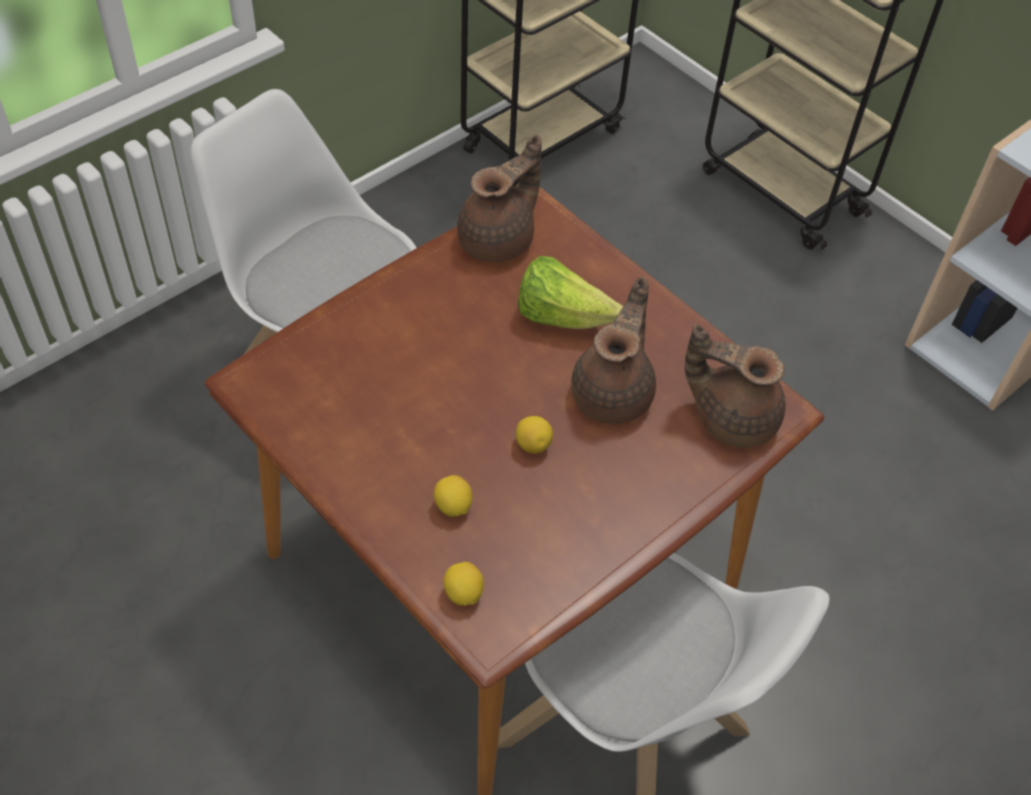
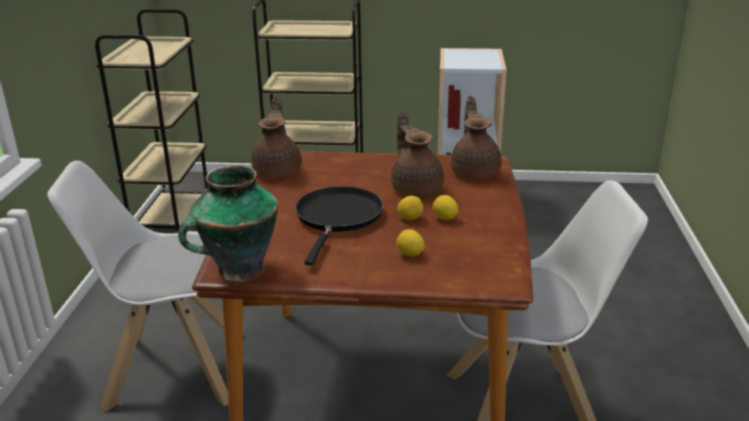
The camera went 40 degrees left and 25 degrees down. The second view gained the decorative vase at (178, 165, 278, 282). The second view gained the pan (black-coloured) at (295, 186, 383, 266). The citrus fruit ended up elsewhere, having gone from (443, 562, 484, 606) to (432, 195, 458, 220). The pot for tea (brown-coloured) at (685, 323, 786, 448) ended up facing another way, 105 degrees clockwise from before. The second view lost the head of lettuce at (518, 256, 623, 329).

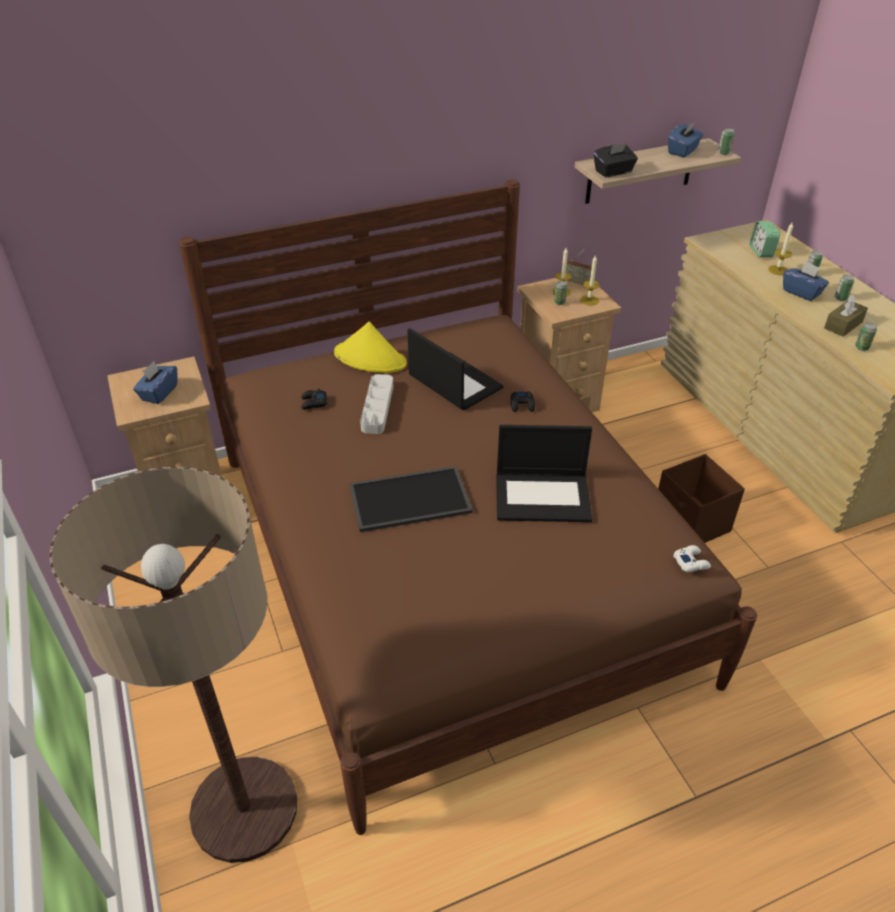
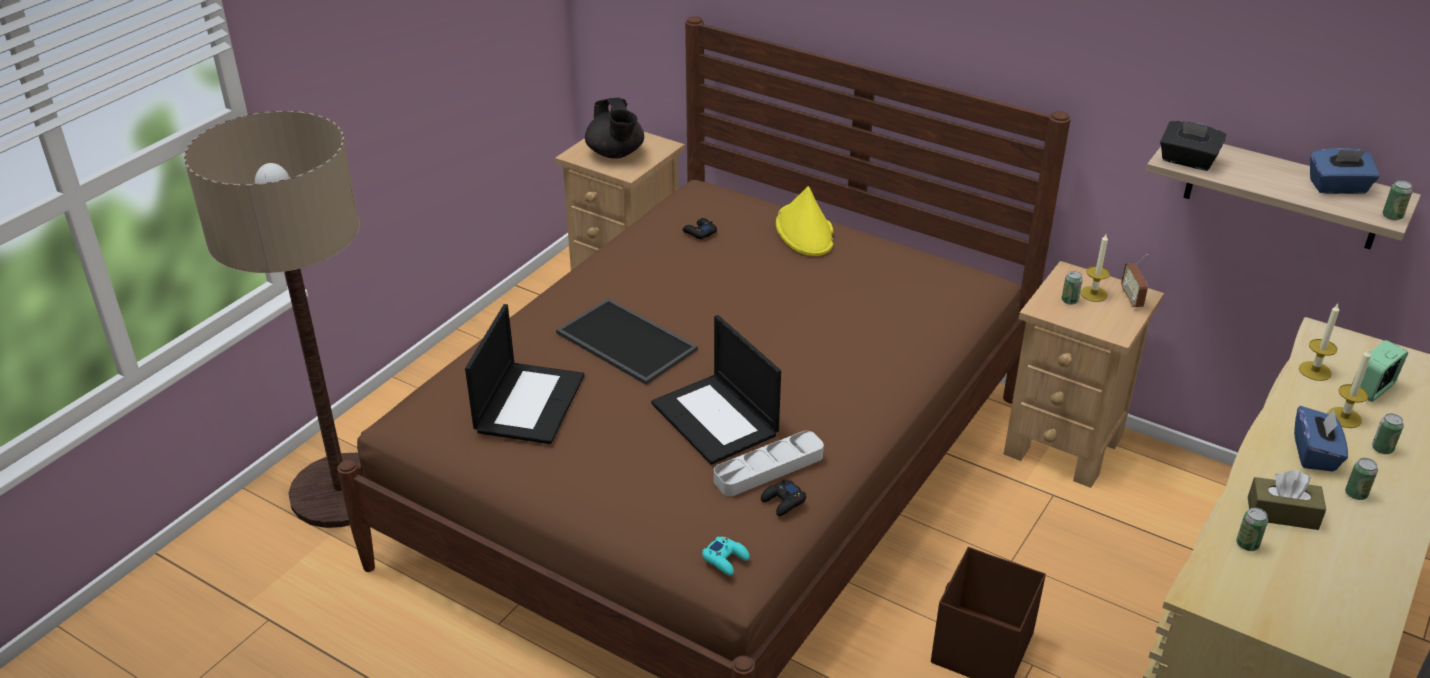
The camera went 55 degrees right and 5 degrees down. The portable computer ended up elsewhere, having gone from (407, 328, 503, 410) to (465, 304, 584, 444). Where the box of tissues (blue-coloured) stood at (133, 361, 178, 404), the pot for tea (black-coloured) came to stand at (585, 98, 644, 159). What was the joypad (white) at (673, 545, 711, 572) turned into the joypad (turquoise) at (702, 537, 750, 576). The carrying tray (gray) ended up elsewhere, having gone from (360, 374, 393, 434) to (714, 431, 824, 496). The joypad (black-coloured) ended up elsewhere, having gone from (511, 392, 535, 412) to (761, 479, 806, 516). The wax candle ended up elsewhere, having gone from (580, 256, 600, 305) to (1299, 304, 1339, 381).

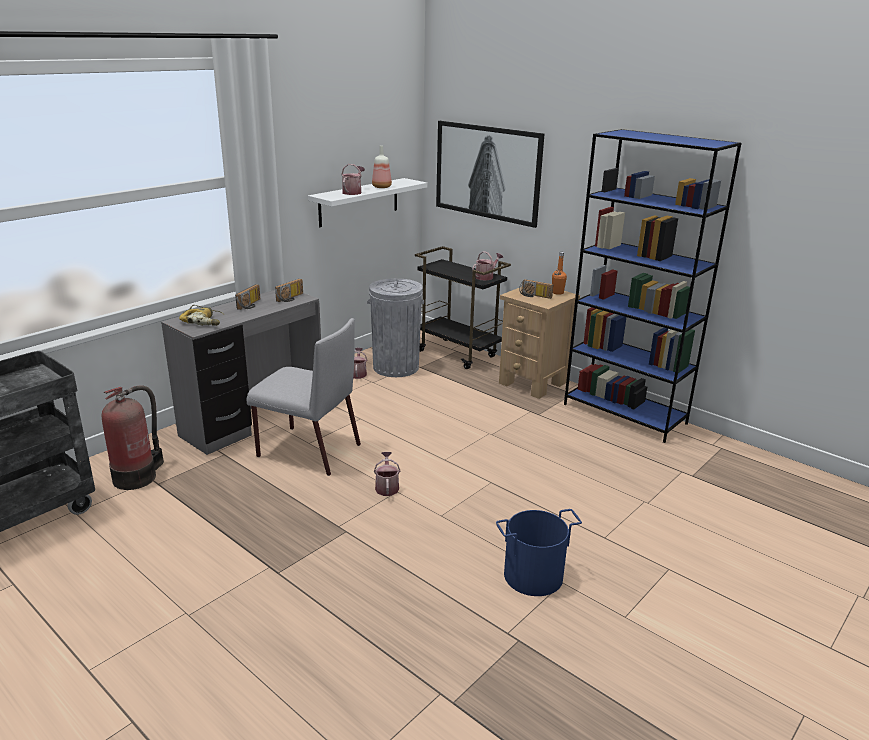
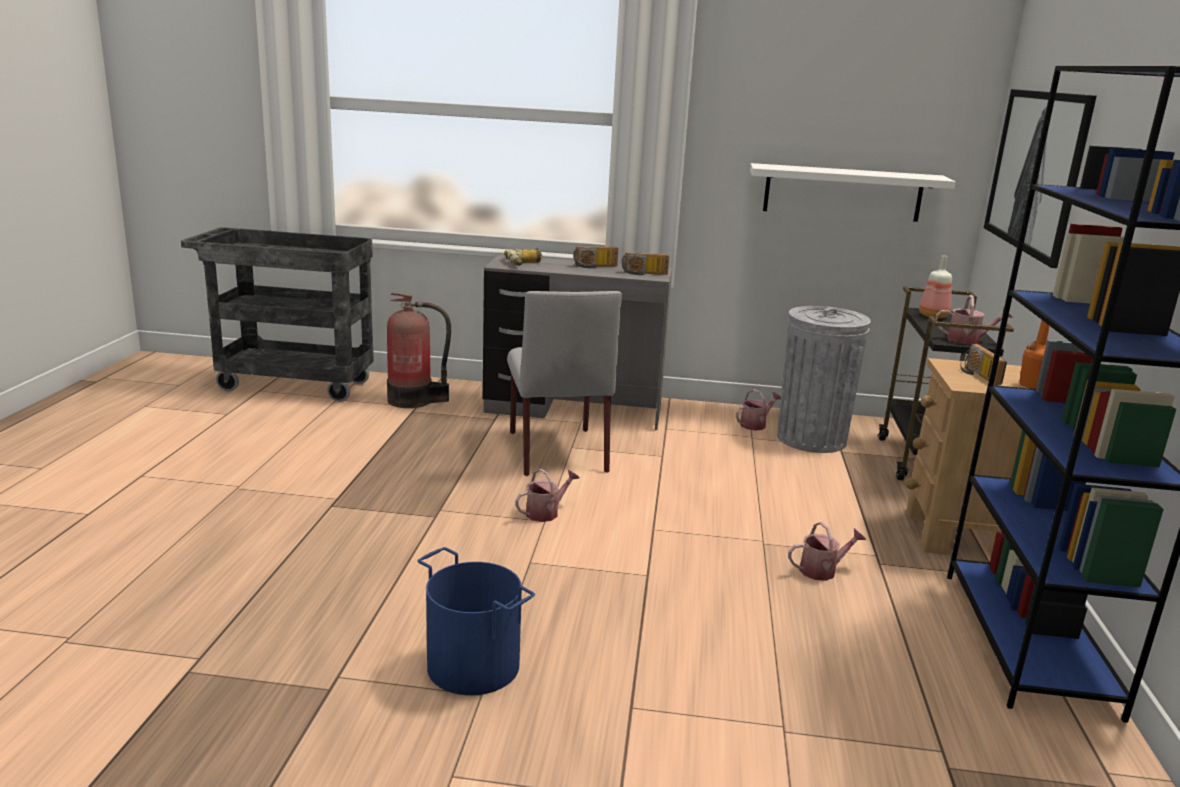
The camera went 55 degrees right and 5 degrees down. The sprinkling can ended up elsewhere, having gone from (341, 164, 365, 195) to (788, 522, 866, 581). The beverage bottle ended up elsewhere, having gone from (372, 145, 392, 188) to (919, 255, 952, 318).

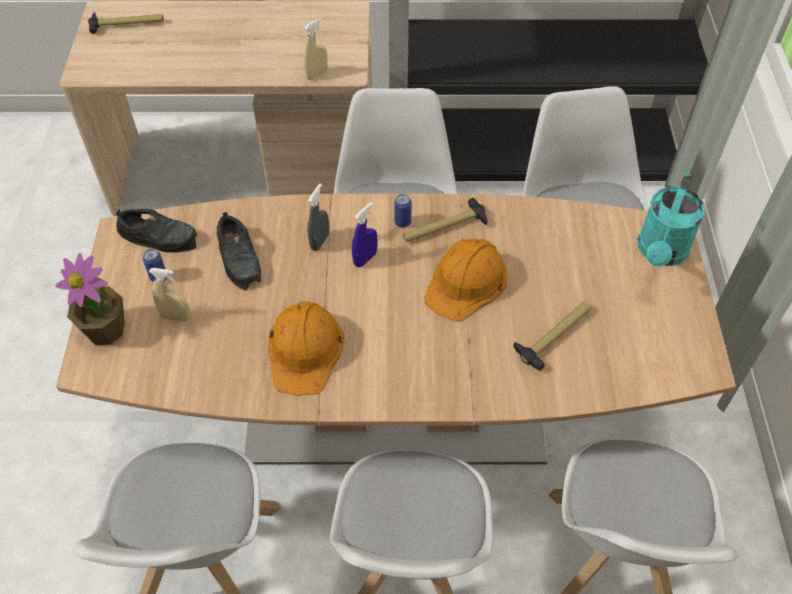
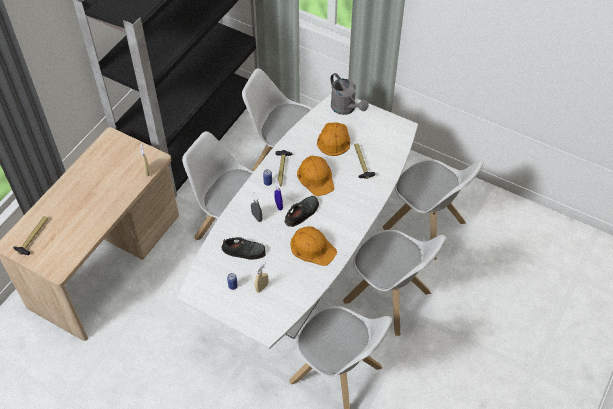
The camera went 60 degrees left and 0 degrees up. What was the dinner table (brown-coloured) at (56, 194, 736, 465) turned into the dinner table (white) at (177, 94, 418, 349). The item of footwear (black-coloured) ended up elsewhere, having gone from (116, 208, 197, 253) to (285, 196, 319, 227). The second view gained the work helmet (orange-coloured) at (317, 123, 350, 156). What was the sprinkling can (turquoise) at (638, 172, 705, 266) turned into the sprinkling can (gray) at (330, 73, 368, 115). The second view lost the houseplant at (55, 253, 125, 345).

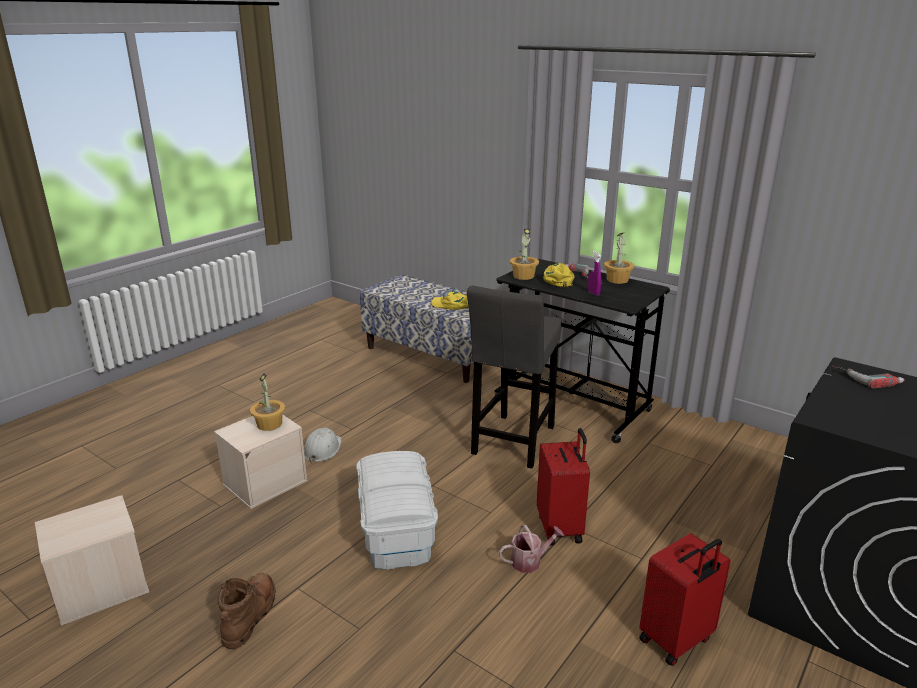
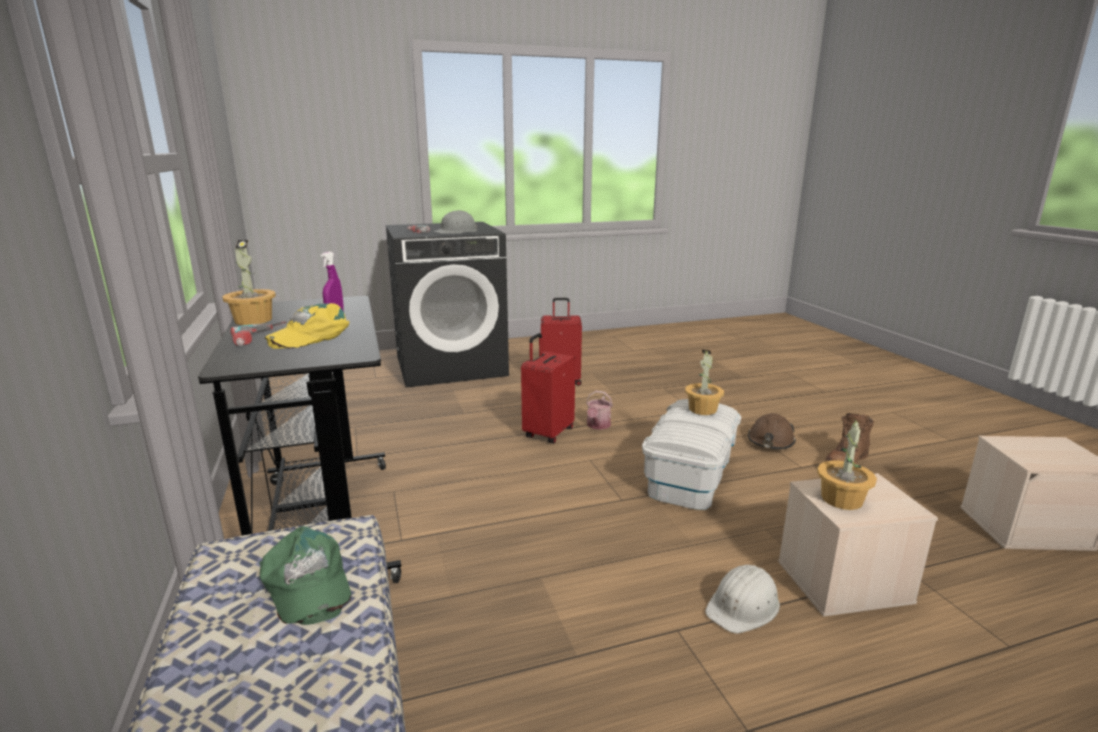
The camera went 145 degrees left and 5 degrees down. What was the baseball cap (yellow) at (431, 291, 469, 310) turned into the baseball cap (green-coloured) at (259, 526, 351, 625). The second view gained the work helmet (gray) at (433, 210, 477, 234). The sprinkling can at (499, 525, 564, 573) ended up facing another way, 90 degrees counterclockwise from before. The houseplant ended up elsewhere, having gone from (510, 229, 539, 280) to (685, 350, 724, 415). The second view gained the work helmet (brown-coloured) at (748, 413, 796, 449). The second view lost the stool (gray) at (467, 286, 562, 469).

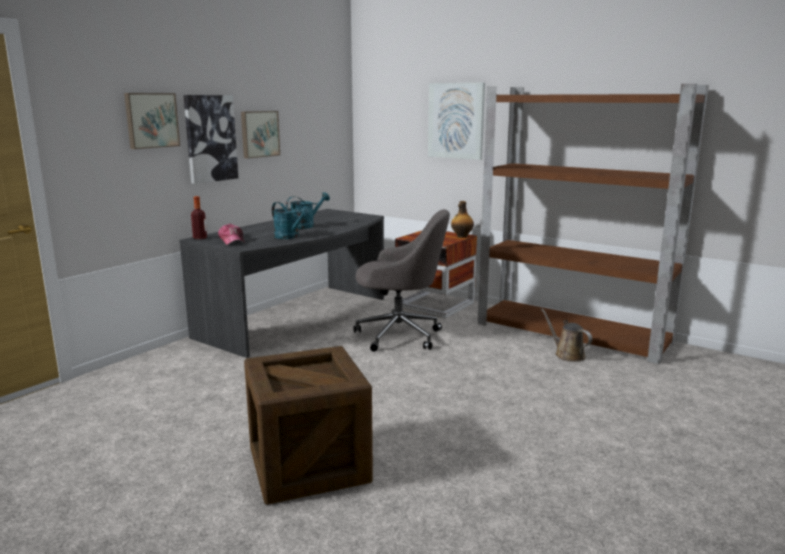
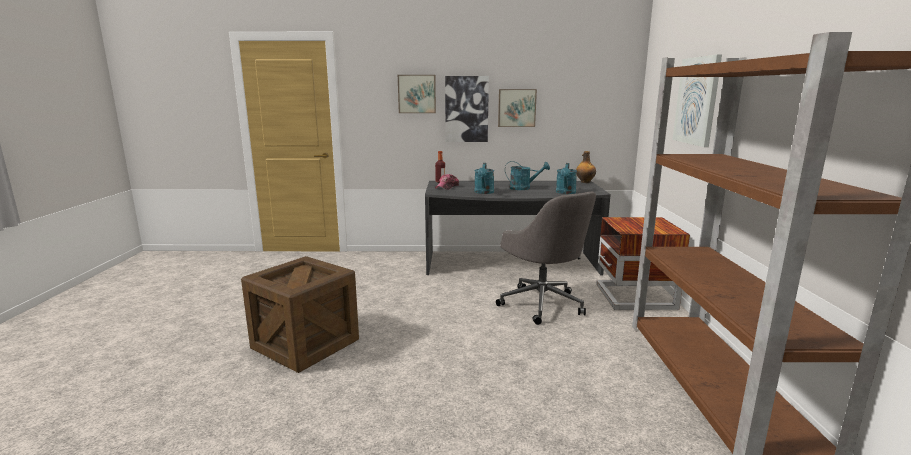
The camera went 55 degrees right and 0 degrees up. The second view gained the sprinkling can (turquoise) at (556, 163, 577, 194). The beverage bottle ended up elsewhere, having gone from (451, 201, 474, 238) to (576, 151, 596, 183). The second view lost the sprinkling can (brown-coloured) at (541, 309, 592, 362).

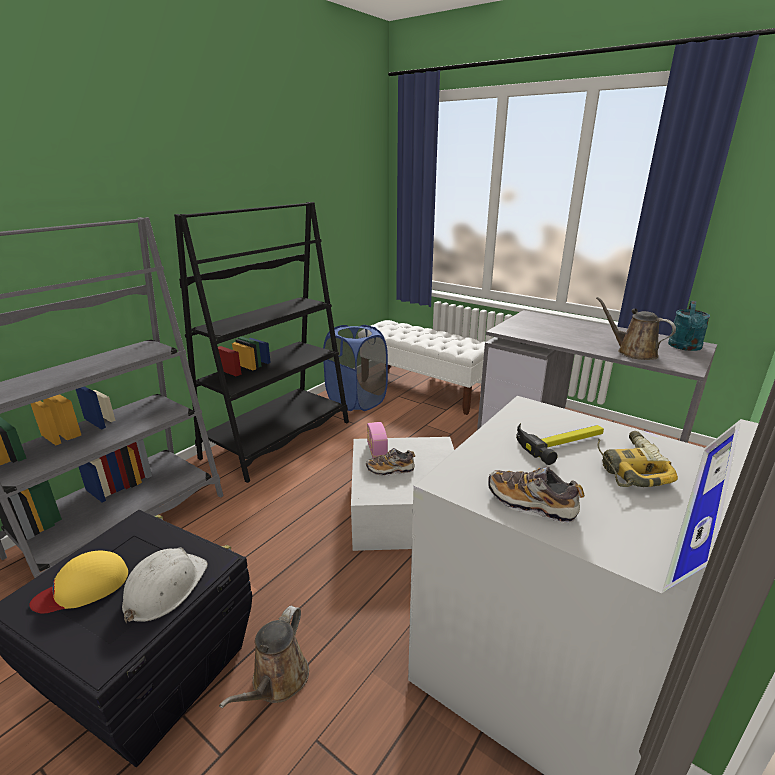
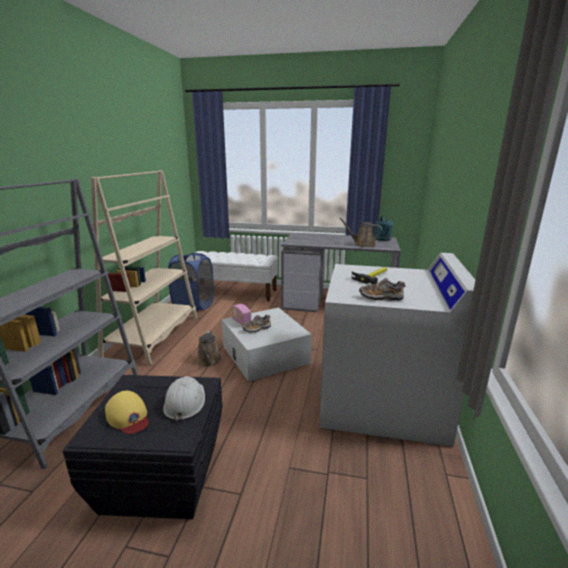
The camera went 25 degrees left and 5 degrees down. What was the shelving unit (black-coloured) at (174, 202, 349, 483) turned into the shelving unit (beige-coloured) at (91, 170, 197, 365). The baseball cap (yellow) at (30, 551, 128, 614) ended up facing another way, 75 degrees counterclockwise from before. The sprinkling can (brown-coloured) ended up elsewhere, having gone from (219, 606, 309, 708) to (197, 331, 222, 367). The second view lost the power drill at (598, 431, 678, 487).

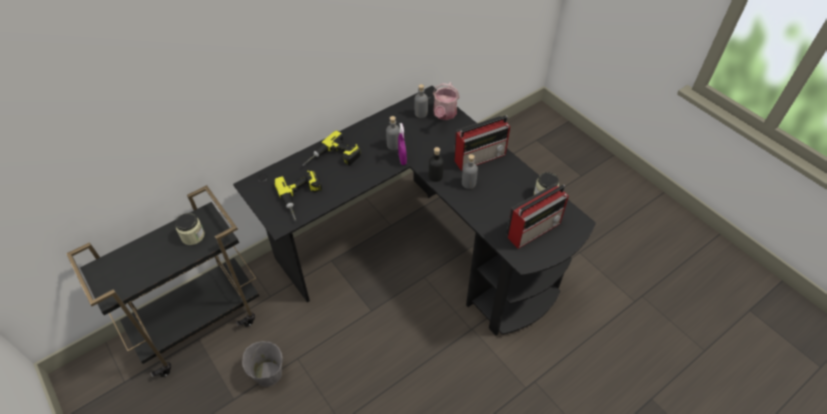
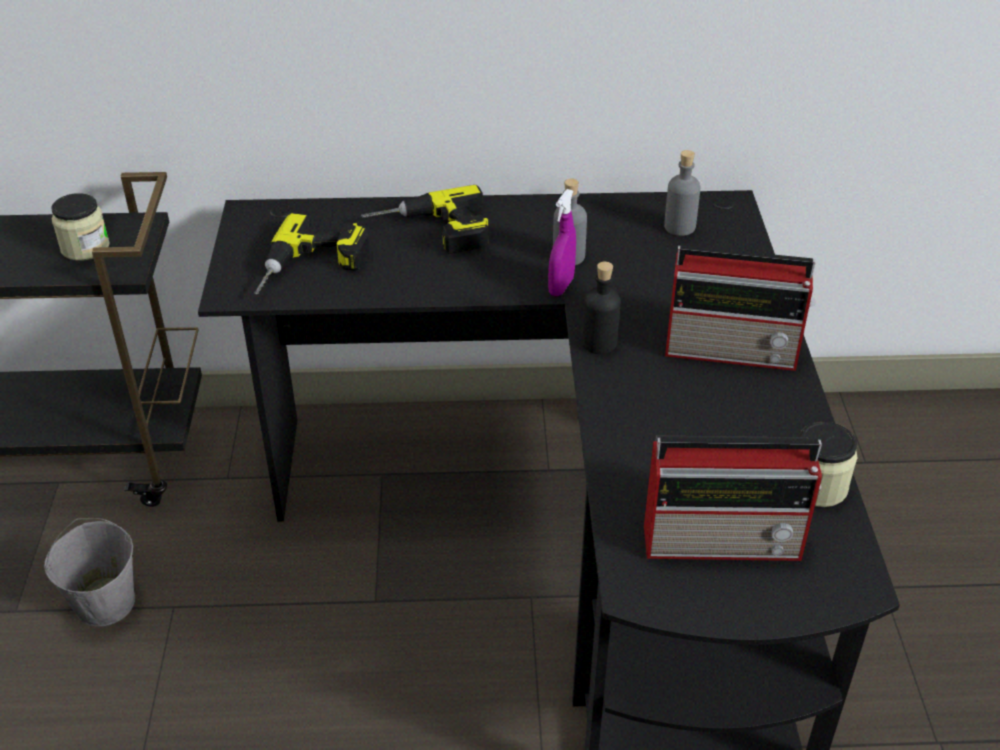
The camera went 35 degrees right and 10 degrees down. The second view lost the sprinkling can at (433, 82, 459, 120). The second view lost the beverage bottle (gray) at (462, 154, 478, 189).

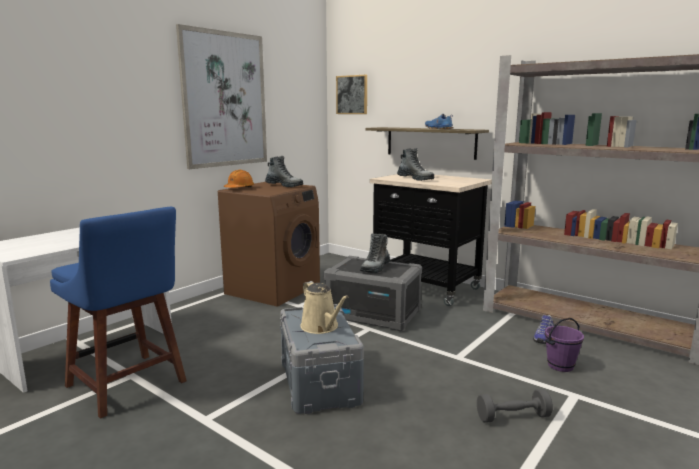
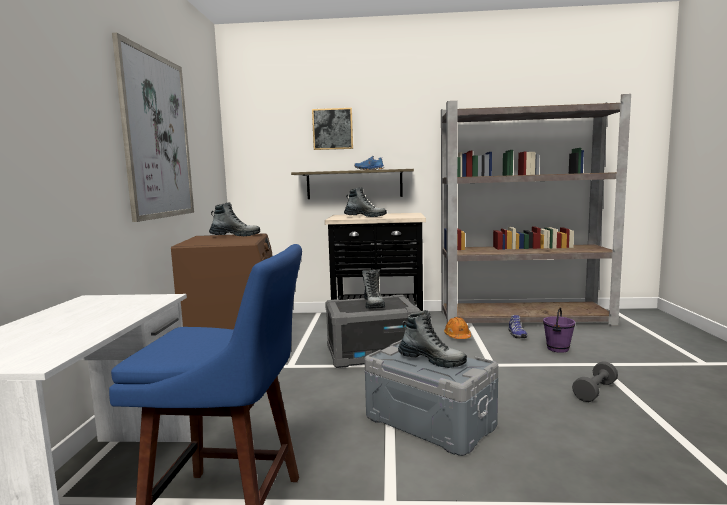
The camera went 35 degrees left and 5 degrees down. The picture ended up elsewhere, having gone from (336, 75, 367, 114) to (312, 108, 353, 150). Where the sprinkling can (beige-coloured) stood at (300, 281, 348, 334), the boot came to stand at (398, 310, 467, 368). The work helmet (orange-coloured) ended up elsewhere, having gone from (224, 170, 255, 188) to (444, 317, 471, 339).

